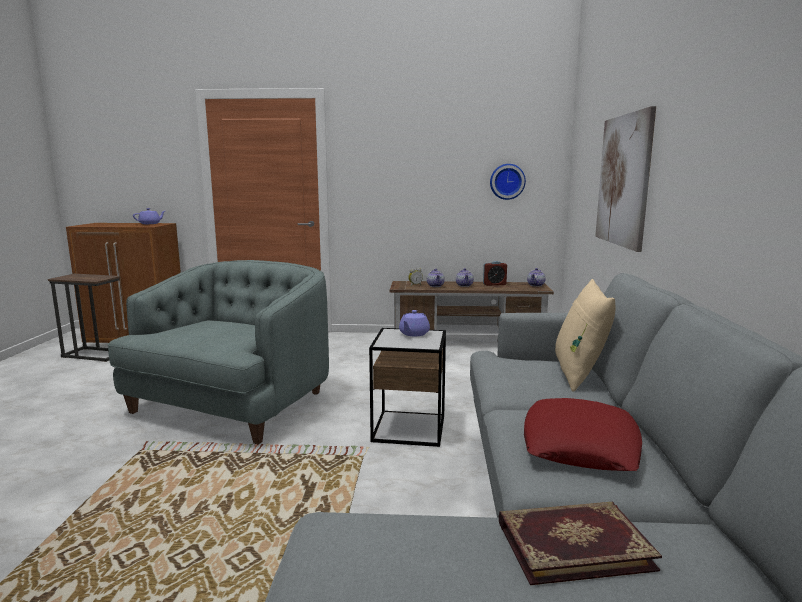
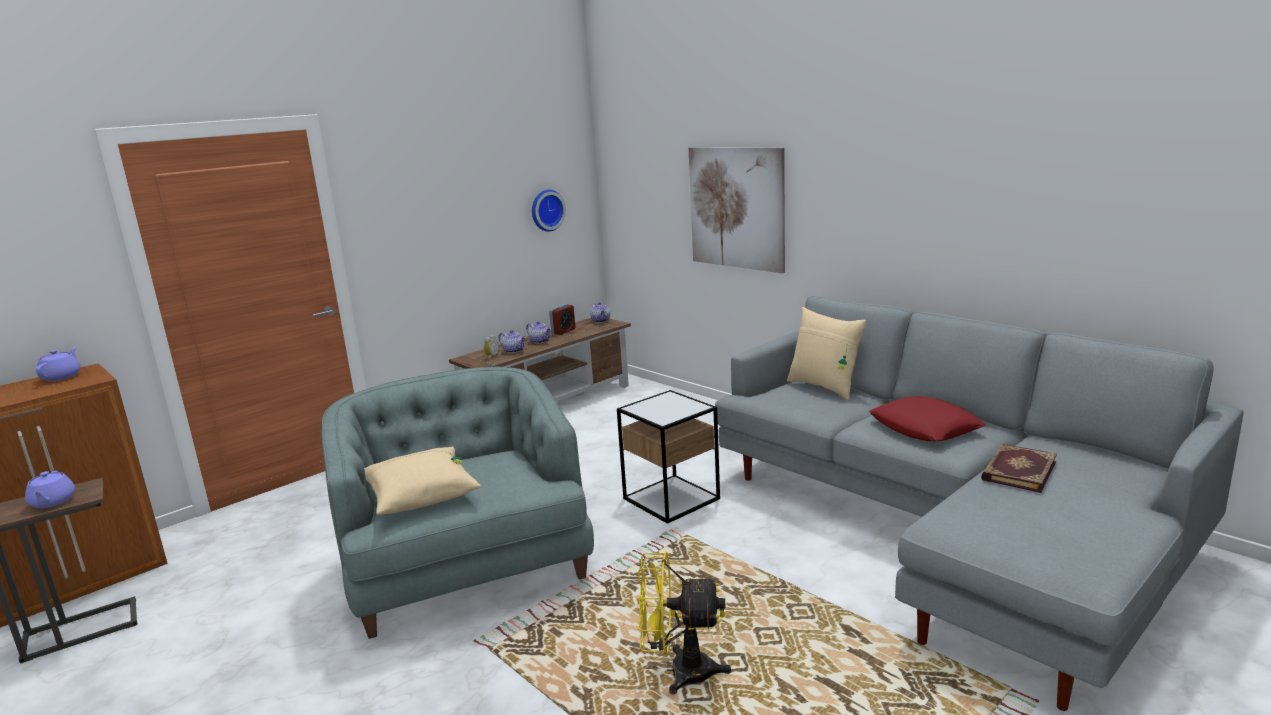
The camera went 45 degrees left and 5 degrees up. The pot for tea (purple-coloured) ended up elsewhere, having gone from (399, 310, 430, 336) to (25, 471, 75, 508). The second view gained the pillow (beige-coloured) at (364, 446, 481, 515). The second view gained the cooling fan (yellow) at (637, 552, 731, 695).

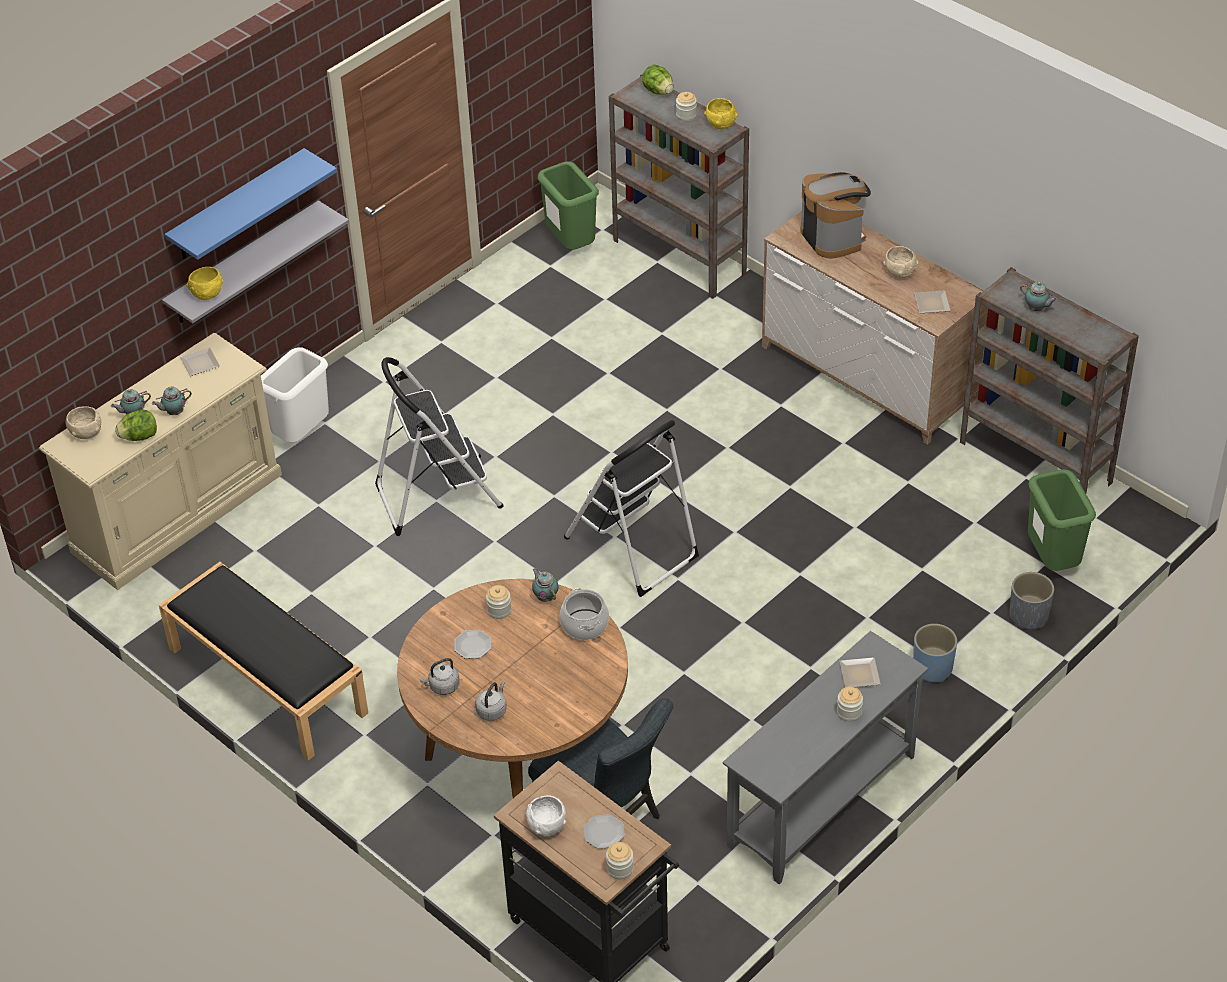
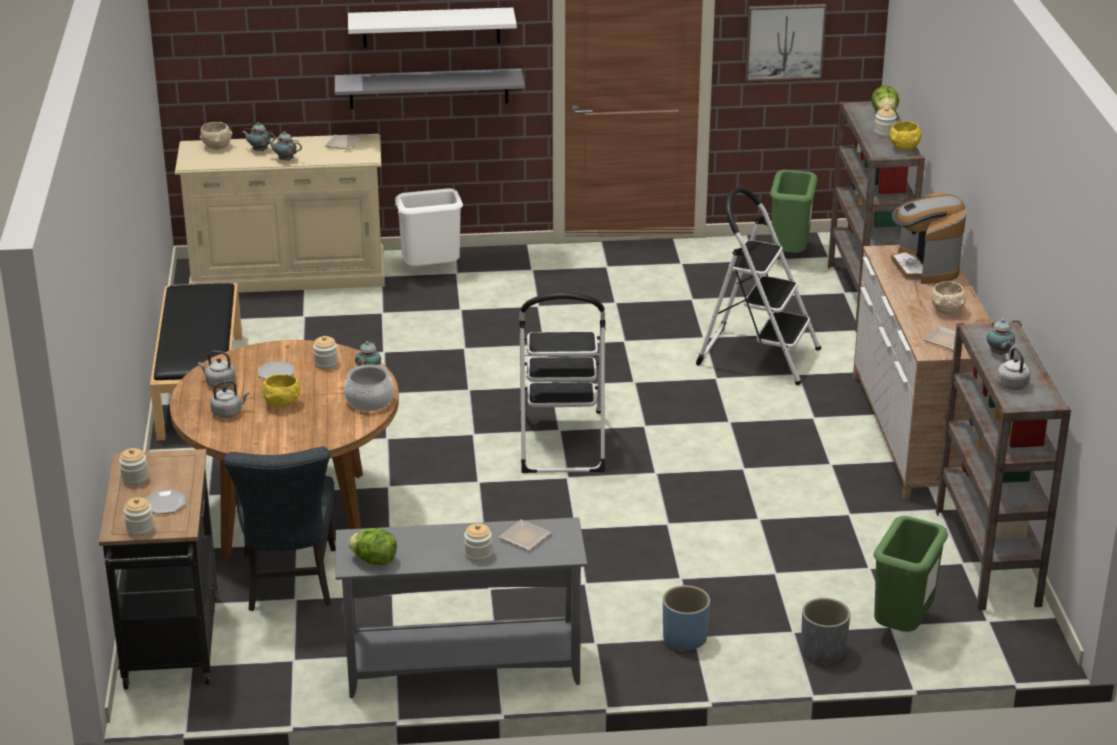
The camera went 40 degrees right and 15 degrees down. Where the serving bowl (white) stood at (526, 795, 566, 835), the jar came to stand at (119, 448, 148, 486). The serving bowl (yellow) ended up elsewhere, having gone from (186, 267, 223, 300) to (263, 374, 300, 408). What was the shelf (blue-coloured) at (165, 148, 337, 260) turned into the shelf (white) at (348, 7, 517, 48). The head of lettuce ended up elsewhere, having gone from (115, 410, 157, 441) to (348, 528, 397, 565). The step ladder ended up elsewhere, having gone from (375, 357, 504, 536) to (696, 187, 822, 385). The second view gained the picture at (745, 4, 827, 81). The coffee machine at (800, 172, 871, 258) ended up facing another way, 150 degrees clockwise from before. The second view gained the tea kettle (gray) at (997, 348, 1030, 390).

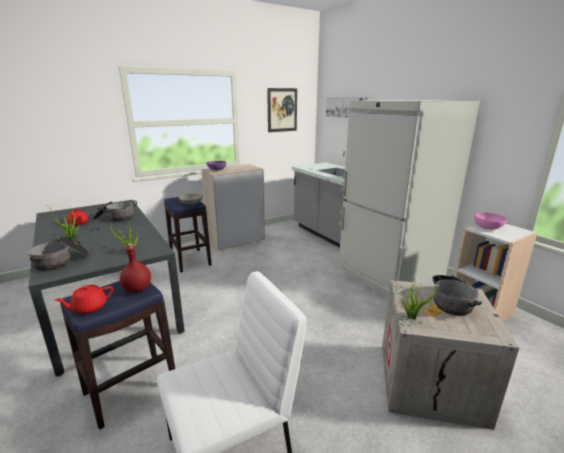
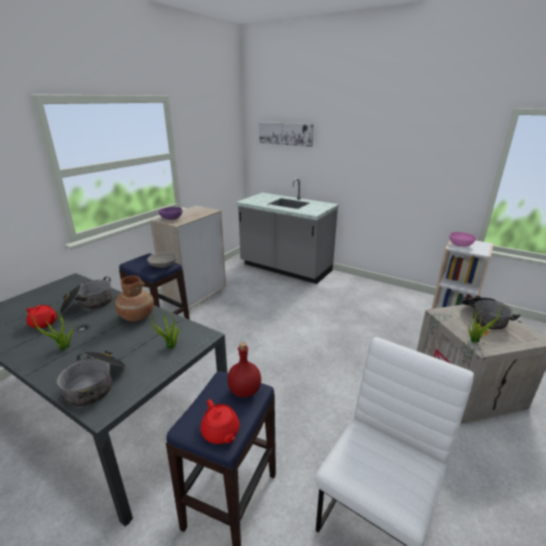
The camera went 25 degrees left and 5 degrees up. The second view gained the decorative vase (brown-coloured) at (115, 275, 154, 322). The pot for tea (reddish) at (55, 285, 113, 314) ended up facing another way, 60 degrees counterclockwise from before. The second view lost the picture at (267, 88, 297, 132). The second view lost the kitchen fridge (white) at (339, 100, 480, 297).

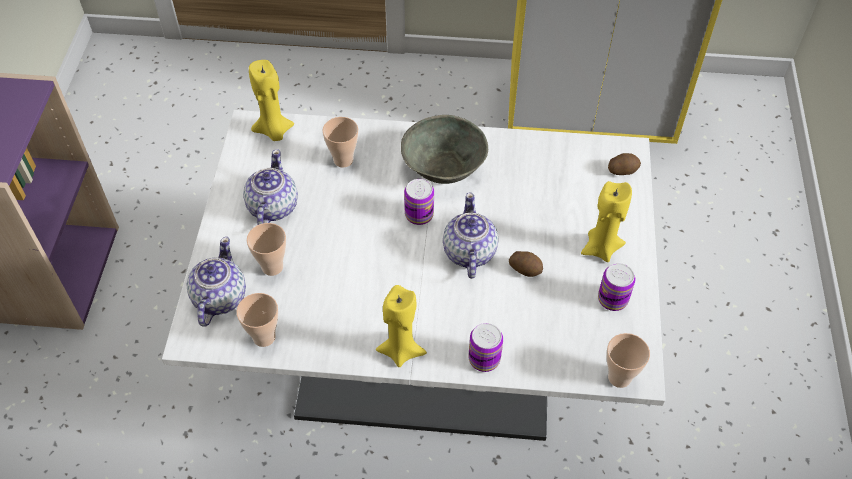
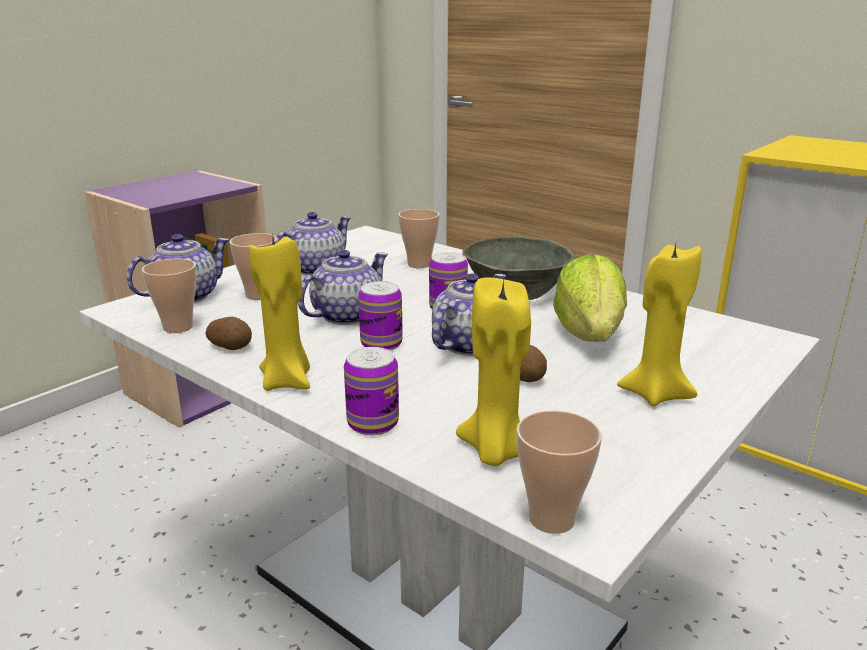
The camera went 35 degrees right and 30 degrees down. The potato ended up elsewhere, having gone from (608, 153, 641, 175) to (206, 317, 252, 350). The second view gained the pot for tea at (298, 250, 388, 325). The metal can ended up elsewhere, having gone from (598, 263, 635, 311) to (358, 281, 403, 351). The wax candle (yellow) ended up elsewhere, having gone from (249, 60, 294, 141) to (456, 277, 531, 466). The second view gained the head of lettuce at (553, 254, 627, 342).

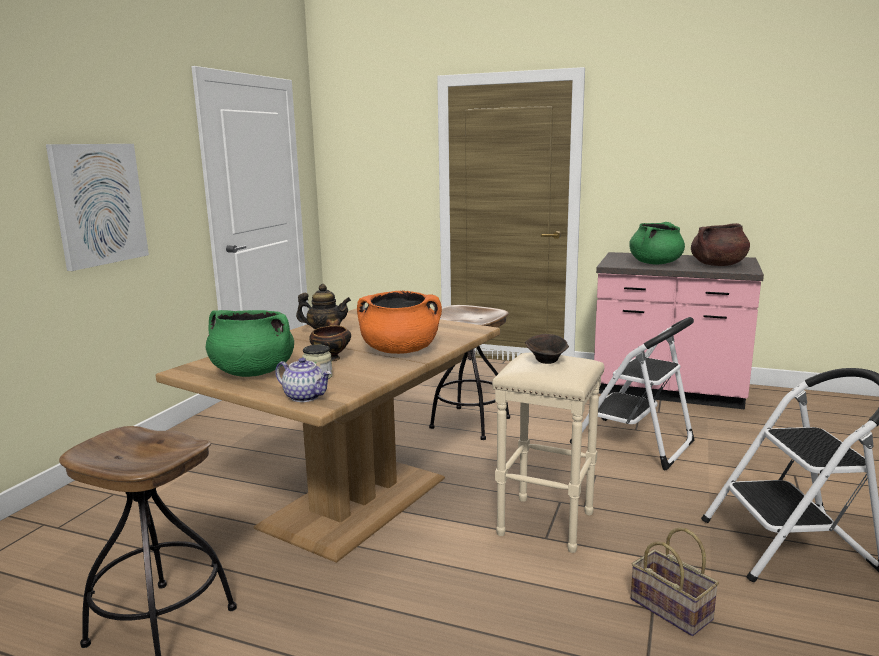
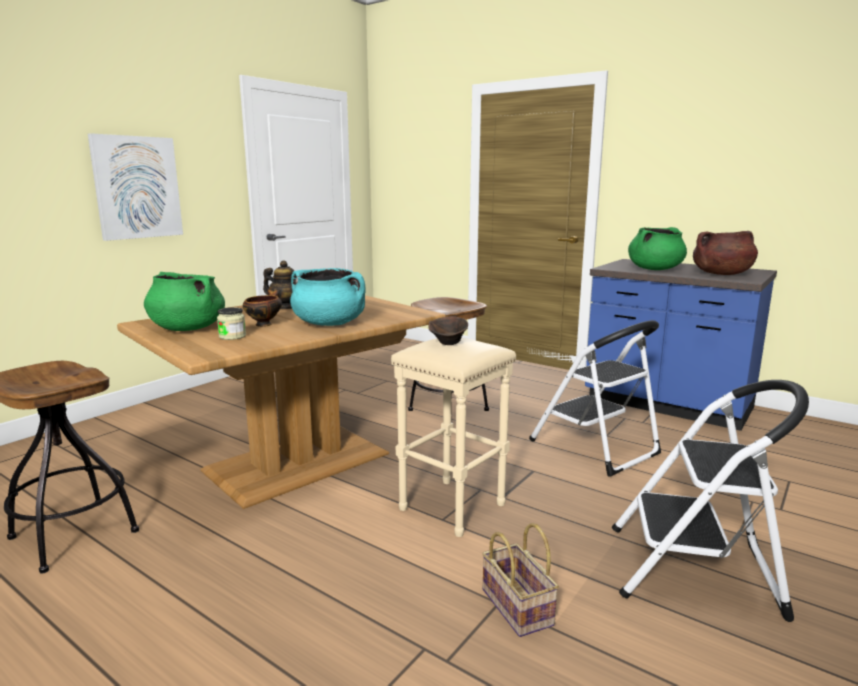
The camera went 15 degrees right and 0 degrees up. What was the saucepot (orange-coloured) at (357, 290, 442, 354) turned into the saucepot (turquoise) at (290, 268, 366, 326). What was the counter (pinkish) at (594, 252, 764, 409) turned into the counter (blue-coloured) at (585, 259, 777, 431). The second view lost the pot for tea at (275, 357, 332, 402).

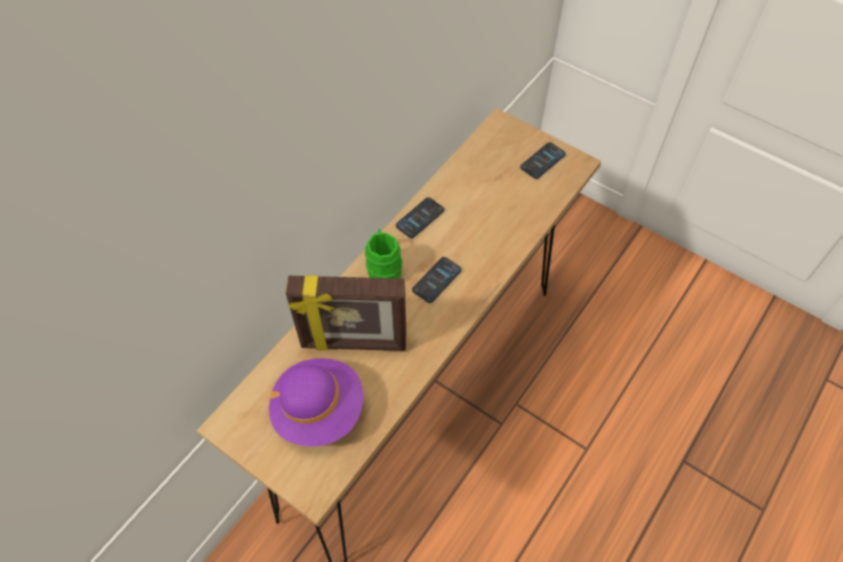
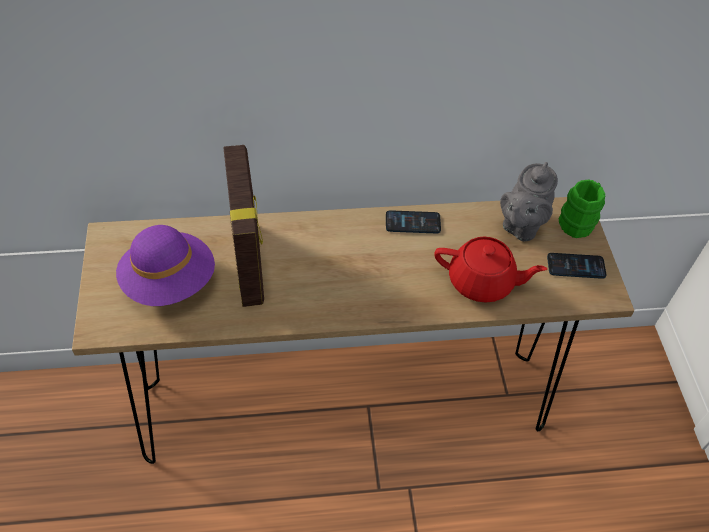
The camera went 45 degrees right and 5 degrees down. The standing frame at (286, 275, 407, 351) ended up facing another way, 150 degrees counterclockwise from before. The second view gained the pot for tea (reddish) at (435, 237, 547, 303). The second view gained the pot for tea (gray) at (500, 162, 558, 241). The tea mug (green-coloured) ended up elsewhere, having gone from (365, 229, 402, 279) to (559, 179, 605, 238). The second view lost the handset at (412, 257, 462, 303).

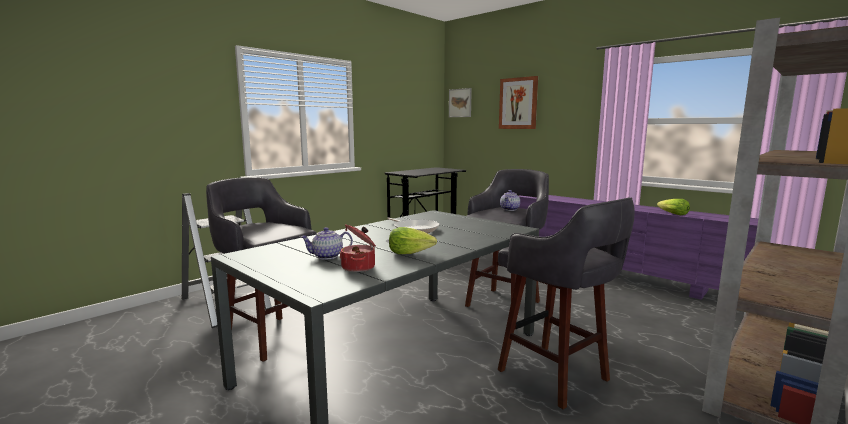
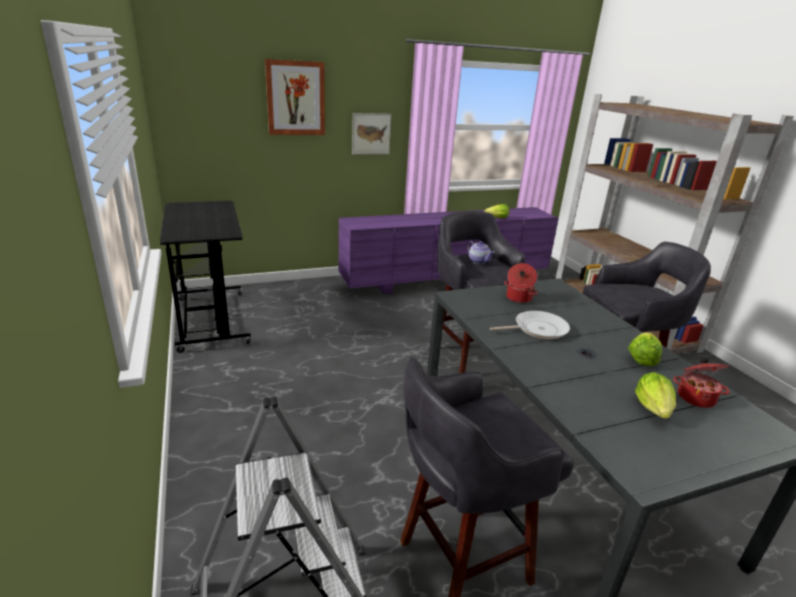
The camera went 65 degrees left and 15 degrees up. The picture ended up elsewhere, having gone from (449, 88, 472, 117) to (352, 113, 391, 155). The second view gained the saucepot at (504, 263, 538, 303). Where the pot for tea stood at (301, 227, 353, 260), the head of lettuce came to stand at (635, 372, 676, 419).

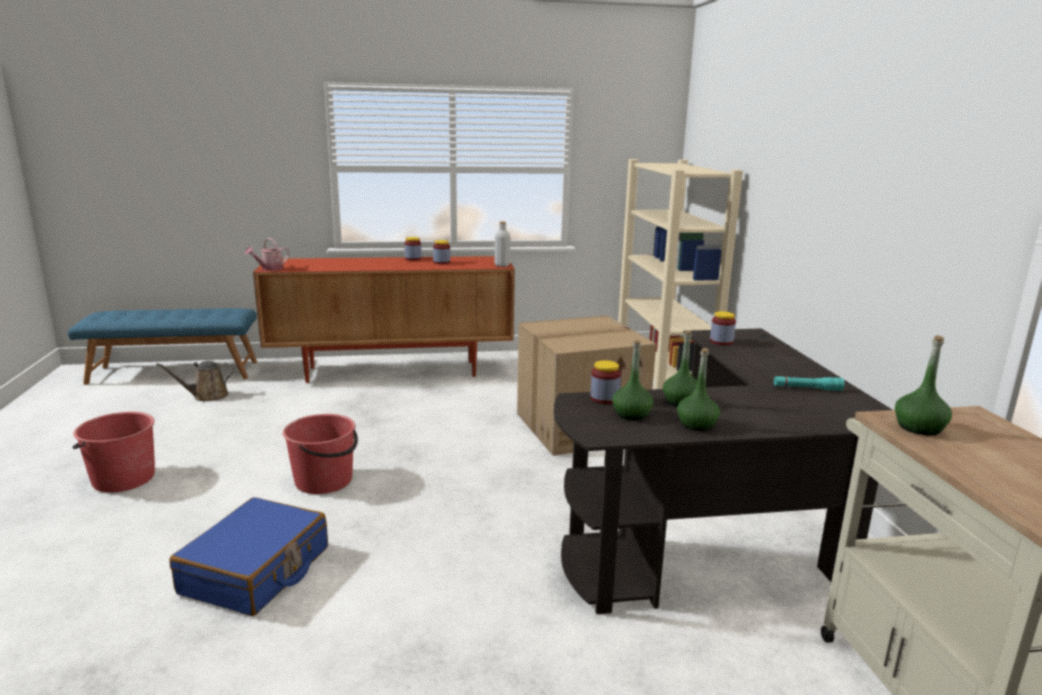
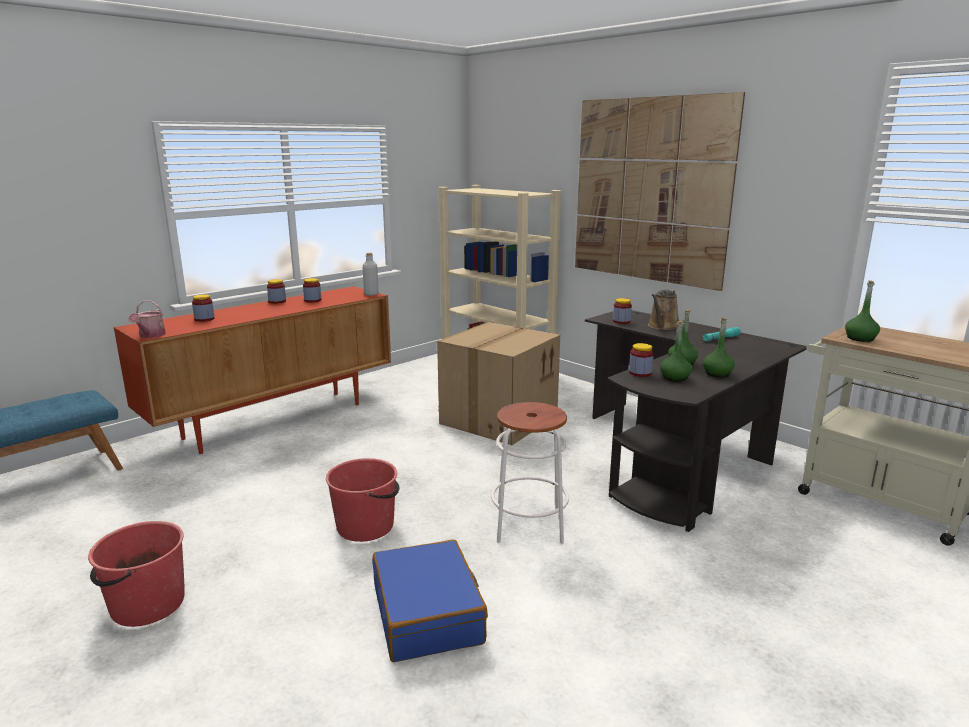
The camera went 35 degrees left and 0 degrees up. The second view gained the jar at (192, 294, 214, 322). The second view gained the stool (white) at (491, 402, 569, 544). The second view gained the picture at (575, 92, 745, 291). The sprinkling can (brown-coloured) ended up elsewhere, having gone from (156, 361, 234, 401) to (648, 290, 679, 330).

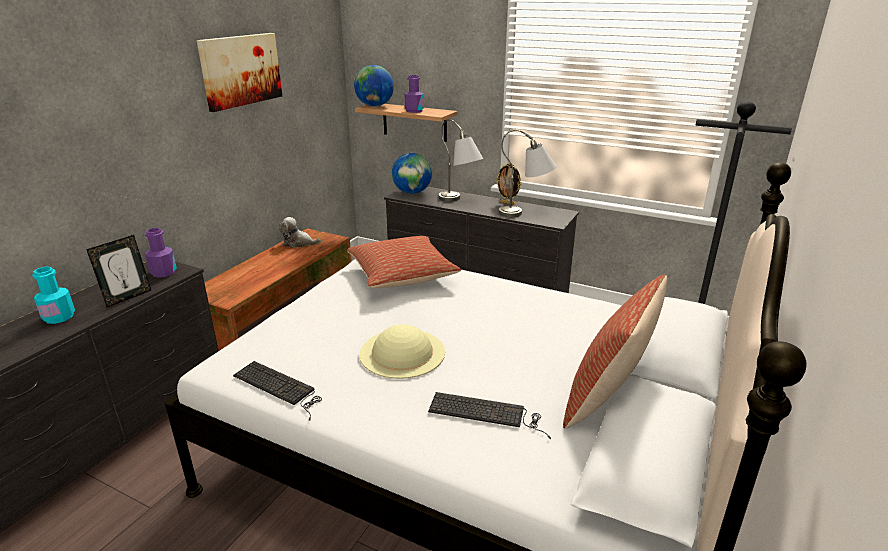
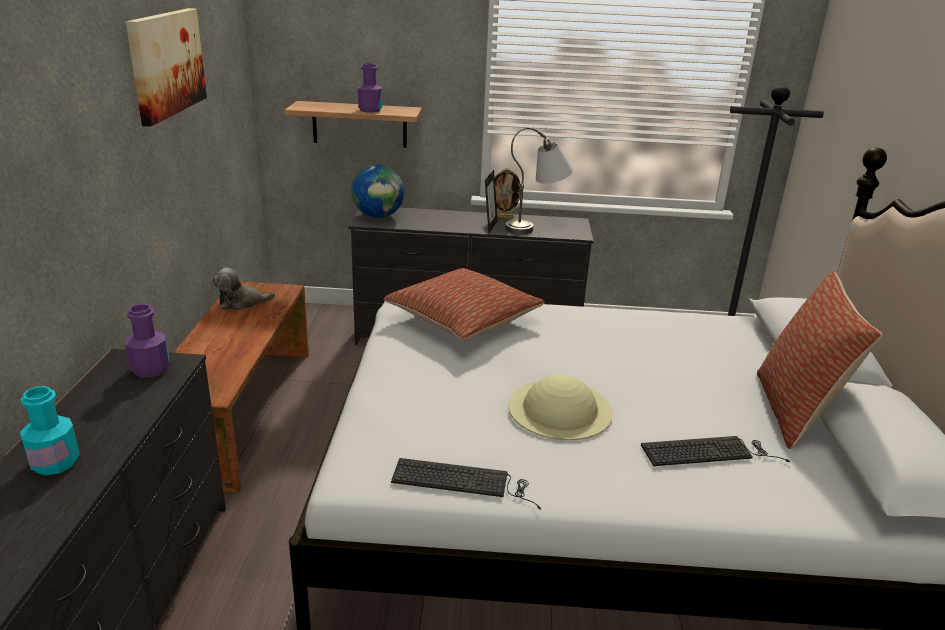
The camera went 25 degrees left and 0 degrees up. The standing frame ended up elsewhere, having gone from (86, 235, 151, 307) to (485, 170, 497, 233). The second view lost the world globe at (354, 65, 394, 107). The second view lost the lamp for a table (gray) at (439, 119, 483, 202).

